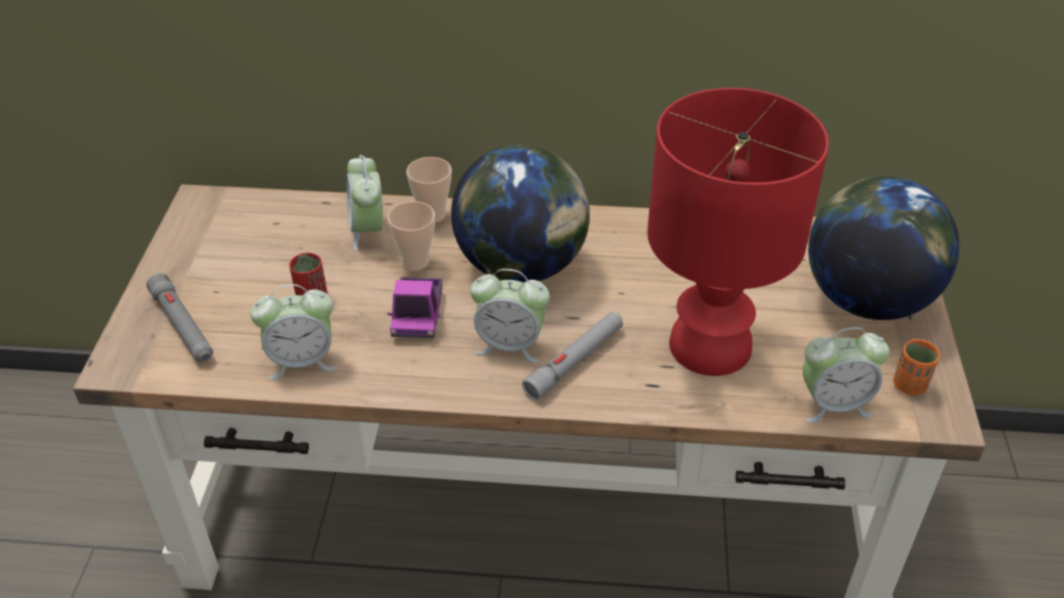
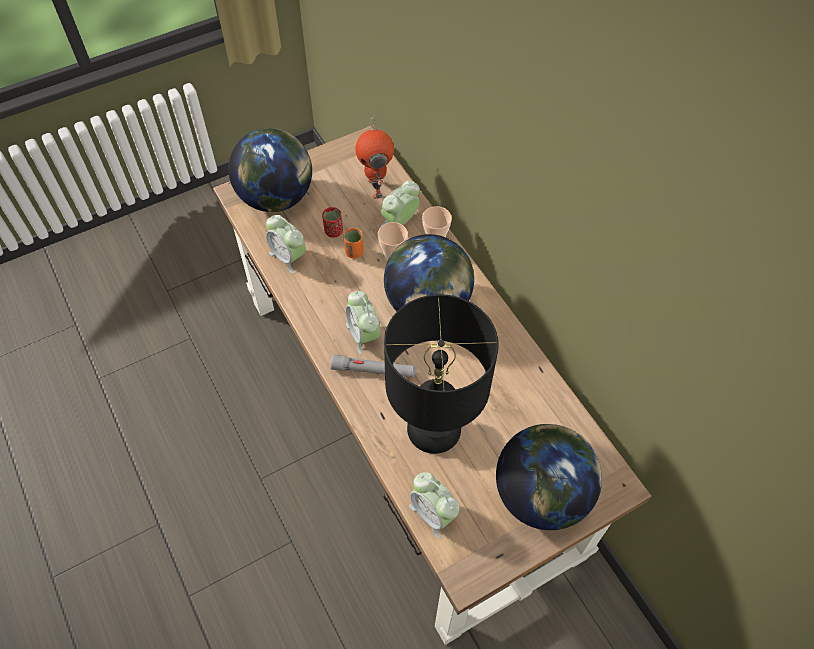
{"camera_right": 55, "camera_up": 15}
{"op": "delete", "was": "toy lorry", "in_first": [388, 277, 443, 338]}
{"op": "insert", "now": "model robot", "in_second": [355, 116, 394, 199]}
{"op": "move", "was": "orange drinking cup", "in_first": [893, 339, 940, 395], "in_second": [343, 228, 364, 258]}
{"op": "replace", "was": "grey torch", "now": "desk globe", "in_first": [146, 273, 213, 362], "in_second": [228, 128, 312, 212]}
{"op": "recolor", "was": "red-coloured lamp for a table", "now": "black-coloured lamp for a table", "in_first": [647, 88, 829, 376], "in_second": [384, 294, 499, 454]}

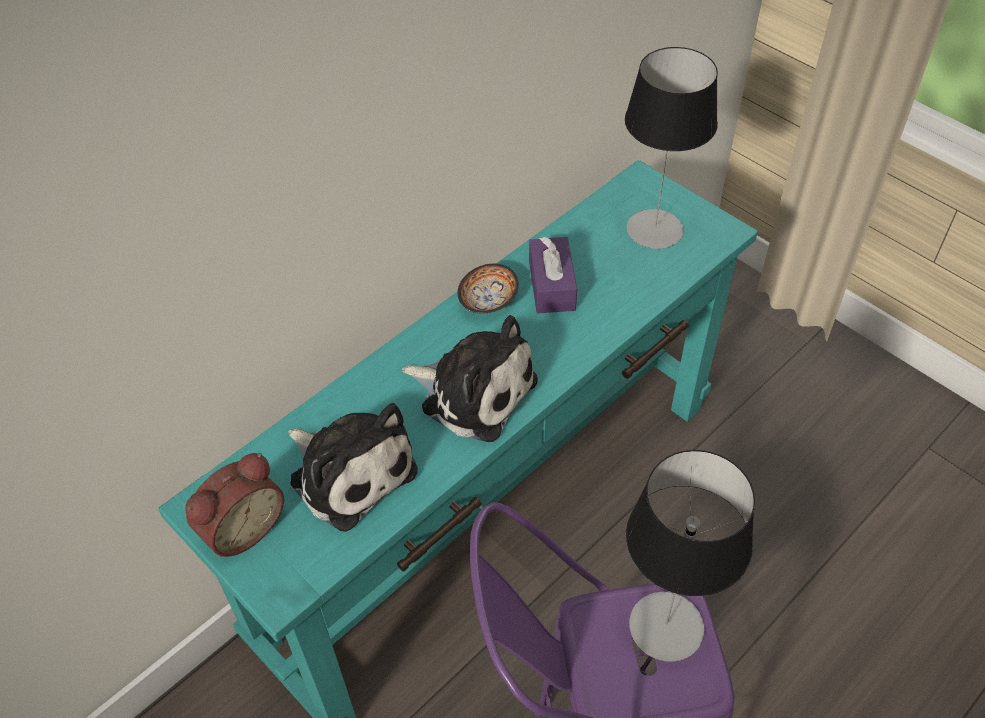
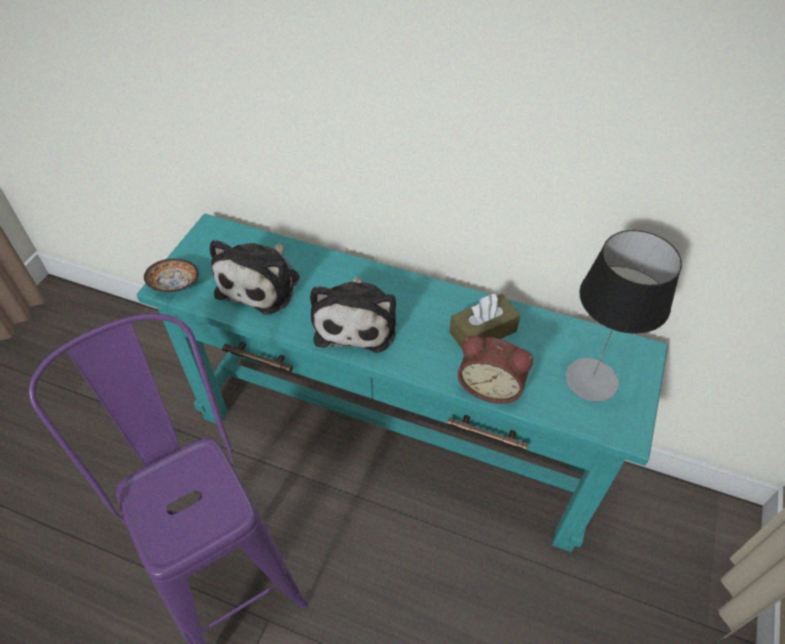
{"camera_right": 65, "camera_up": 0}
{"op": "delete", "was": "lamp for a table", "in_first": [626, 450, 755, 662]}
{"op": "move", "was": "table clock", "in_first": [185, 453, 284, 557], "in_second": [458, 336, 533, 404]}
{"op": "move", "was": "bowl", "in_first": [458, 264, 519, 314], "in_second": [144, 259, 199, 292]}
{"op": "recolor", "was": "purplish tissue box", "now": "brown tissue box", "in_first": [529, 237, 577, 313], "in_second": [449, 294, 521, 348]}

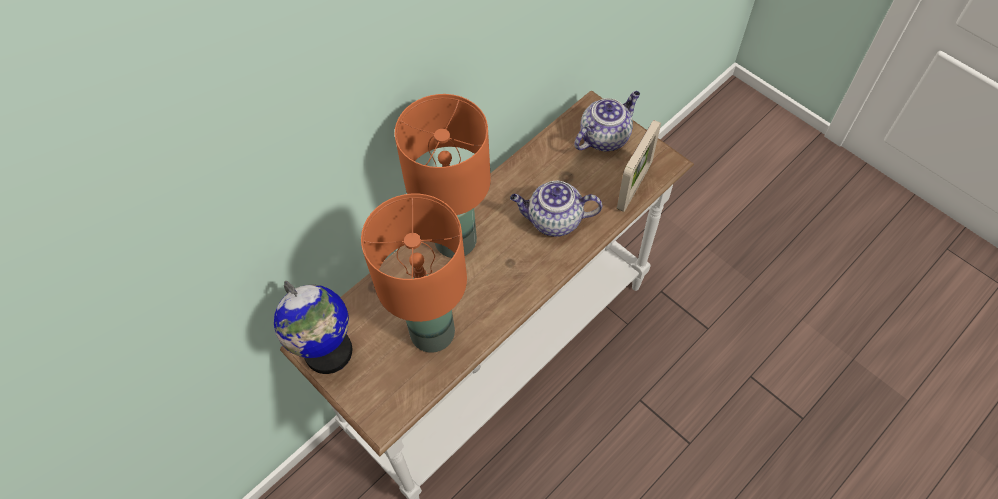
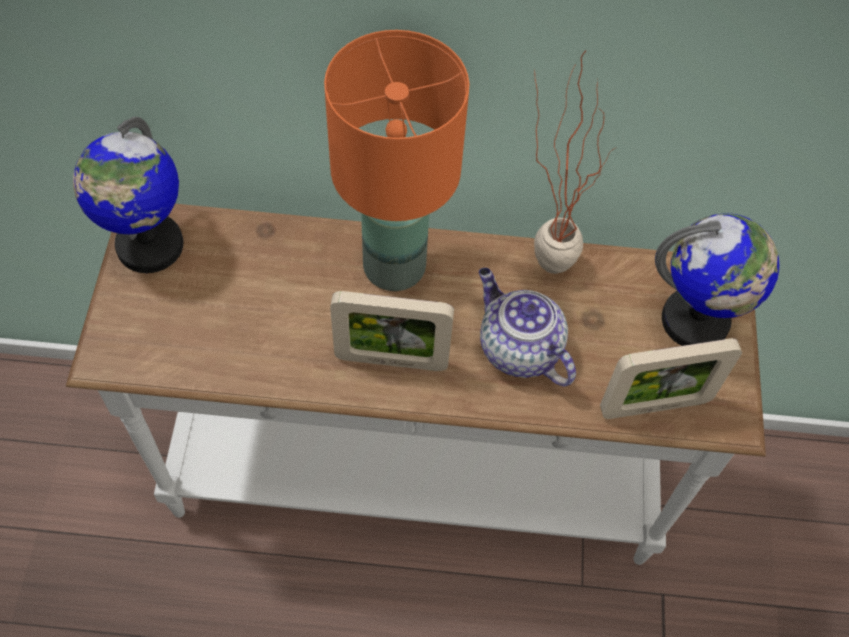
{"camera_right": 45, "camera_up": 0}
{"op": "delete", "was": "orange lamp for a table", "in_first": [361, 194, 467, 353]}
{"op": "insert", "now": "standing frame", "in_second": [330, 291, 454, 371]}
{"op": "insert", "now": "houseplant", "in_second": [534, 50, 615, 274]}
{"op": "replace", "was": "tea pot", "now": "desk globe", "in_first": [574, 91, 640, 151], "in_second": [655, 213, 779, 346]}

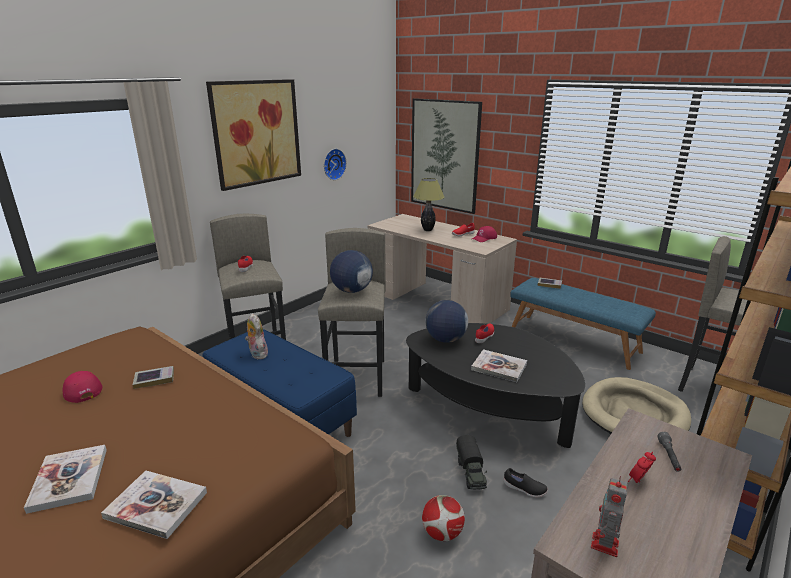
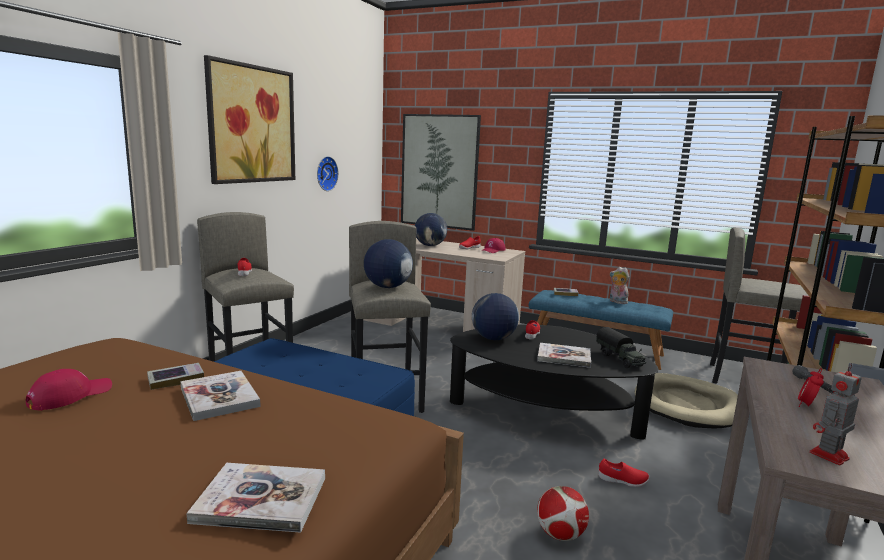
{"camera_right": -15, "camera_up": -10}
{"op": "move", "was": "volume", "in_first": [24, 445, 107, 514], "in_second": [180, 371, 261, 421]}
{"op": "move", "was": "cuddly toy", "in_first": [245, 313, 268, 359], "in_second": [609, 267, 629, 304]}
{"op": "move", "was": "toy lorry", "in_first": [456, 435, 487, 490], "in_second": [596, 327, 646, 368]}
{"op": "replace", "was": "lamp for a table", "now": "desk globe", "in_first": [413, 178, 445, 231], "in_second": [415, 213, 447, 246]}
{"op": "recolor", "was": "black-coloured shoe", "now": "red-coloured shoe", "in_first": [504, 468, 548, 497], "in_second": [598, 458, 649, 487]}
{"op": "rotate", "was": "red-coloured cap", "in_first": [63, 371, 102, 403], "in_second": [26, 369, 112, 411], "clockwise": 90}
{"op": "rotate", "was": "model robot", "in_first": [591, 476, 628, 557], "in_second": [809, 363, 862, 465], "clockwise": 45}

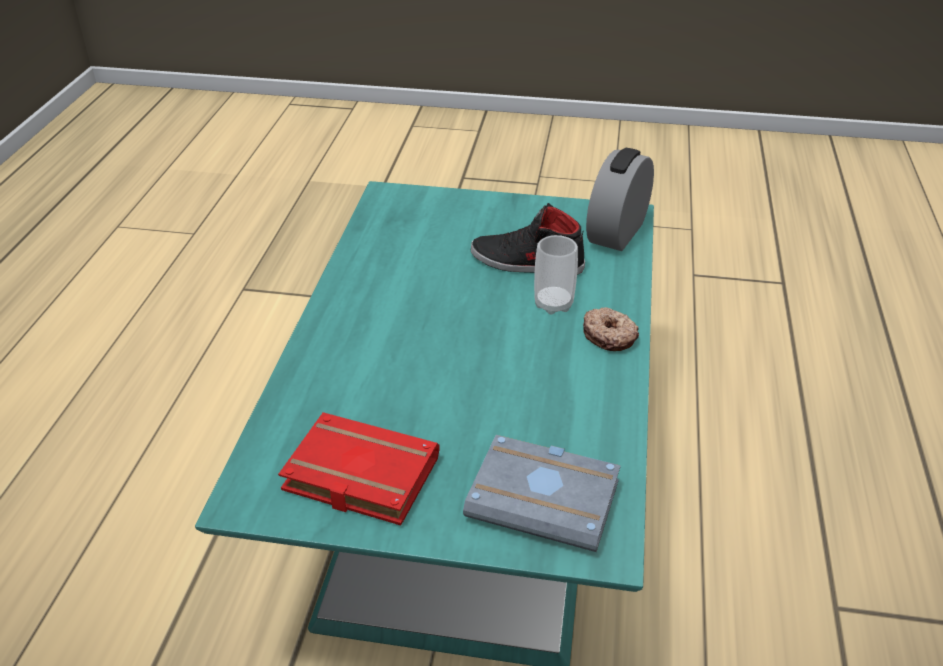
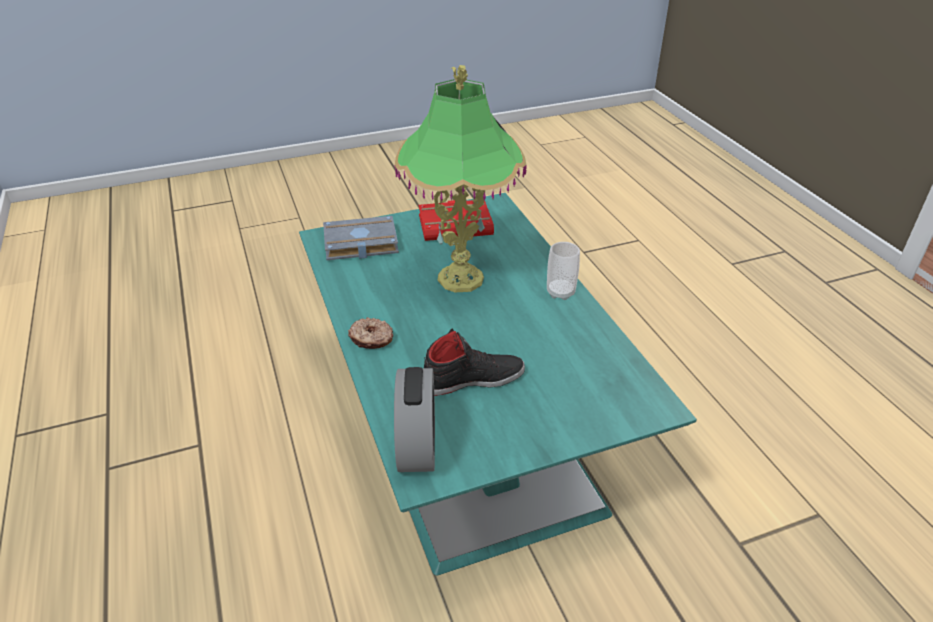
{"camera_right": 150, "camera_up": 0}
{"op": "insert", "now": "lamp for a table", "in_second": [394, 65, 527, 292]}
{"op": "move", "was": "drinking cup", "in_first": [534, 235, 578, 314], "in_second": [547, 242, 580, 300]}

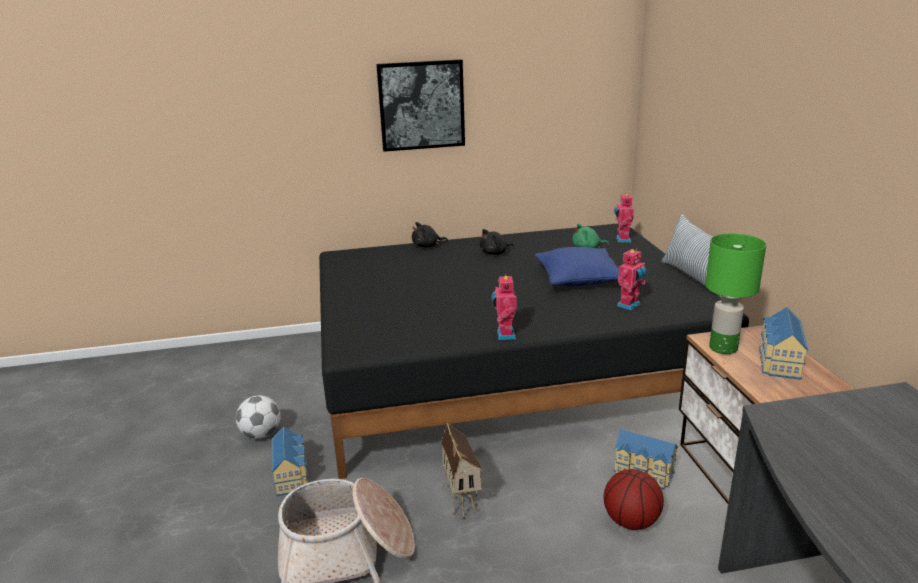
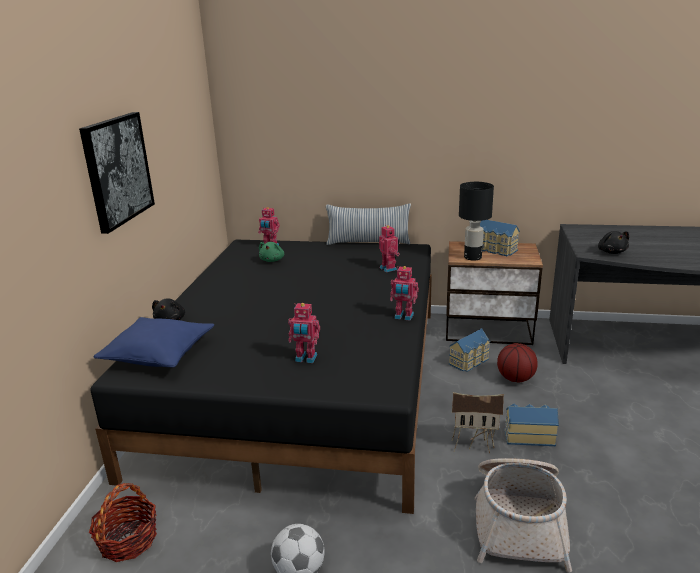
{"camera_right": -70, "camera_up": 0}
{"op": "insert", "now": "household basket", "in_second": [89, 483, 157, 562]}
{"op": "insert", "now": "model robot", "in_second": [288, 303, 320, 363]}
{"op": "move", "was": "toy house", "in_first": [272, 427, 308, 497], "in_second": [504, 403, 559, 446]}
{"op": "move", "was": "black-coloured cuddly toy", "in_first": [480, 229, 514, 255], "in_second": [598, 231, 629, 254]}
{"op": "move", "was": "blue-coloured pillow", "in_first": [535, 247, 619, 286], "in_second": [94, 317, 214, 367]}
{"op": "recolor", "was": "green lamp for a table", "now": "black-coloured lamp for a table", "in_first": [705, 233, 766, 354], "in_second": [459, 182, 494, 261]}

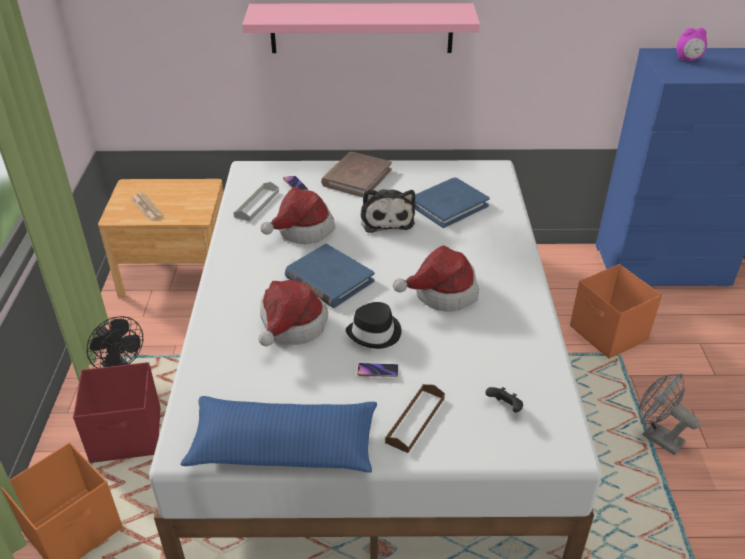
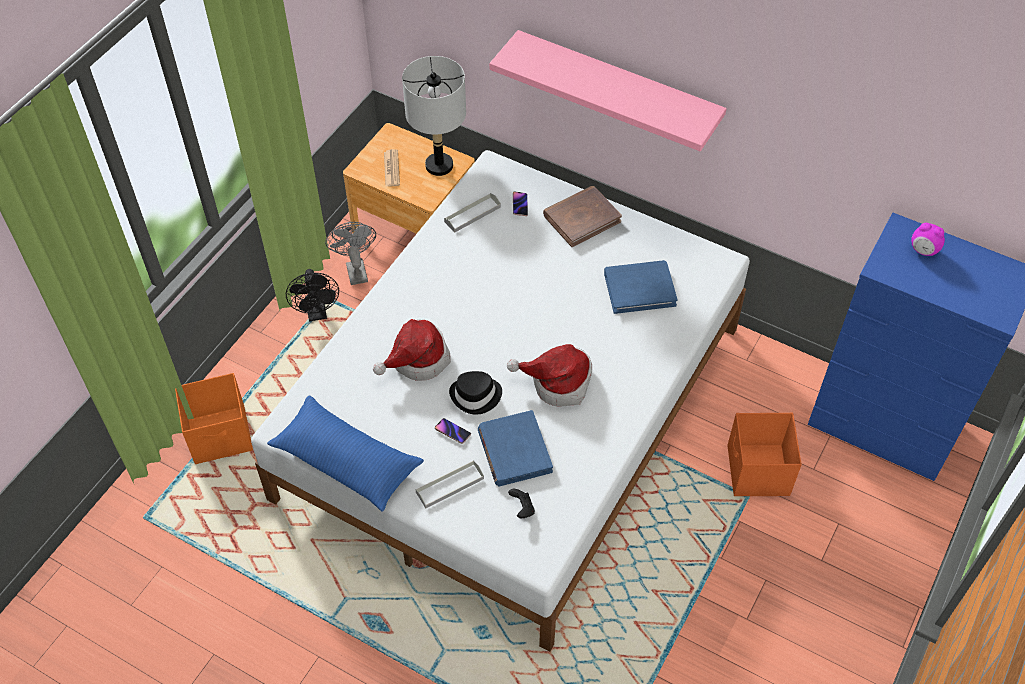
{"camera_right": 30, "camera_up": 15}
{"op": "delete", "was": "red-coloured storage container", "in_first": [73, 362, 161, 463]}
{"op": "delete", "was": "clothing hat", "in_first": [260, 187, 335, 244]}
{"op": "delete", "was": "cuddly toy", "in_first": [361, 189, 415, 233]}
{"op": "insert", "now": "grey lamp for a table", "in_second": [402, 56, 466, 176]}
{"op": "move", "was": "blue-coloured volume", "in_first": [285, 244, 375, 308], "in_second": [478, 410, 553, 486]}
{"op": "move", "was": "grey fan", "in_first": [638, 374, 700, 455], "in_second": [325, 222, 376, 285]}
{"op": "recolor", "was": "brown carrying tray", "now": "grey carrying tray", "in_first": [385, 384, 445, 453], "in_second": [415, 460, 484, 508]}

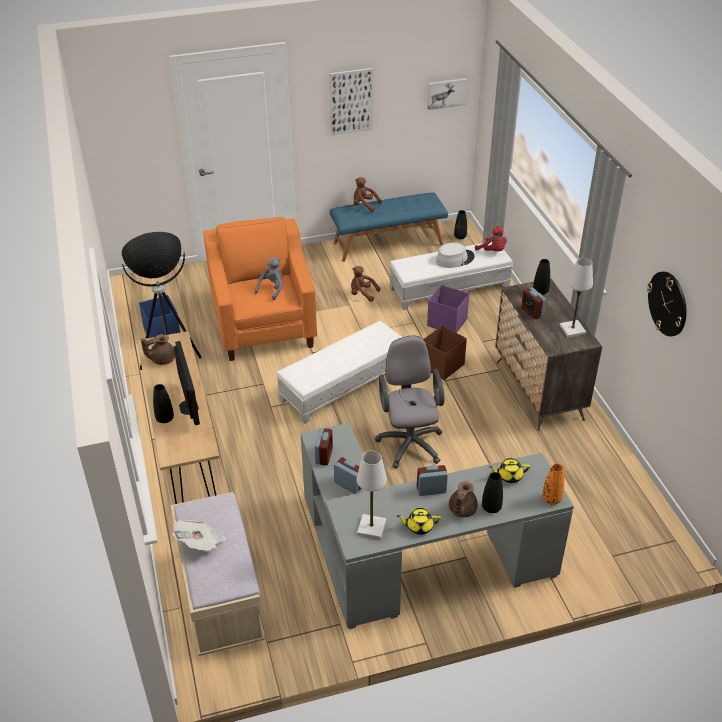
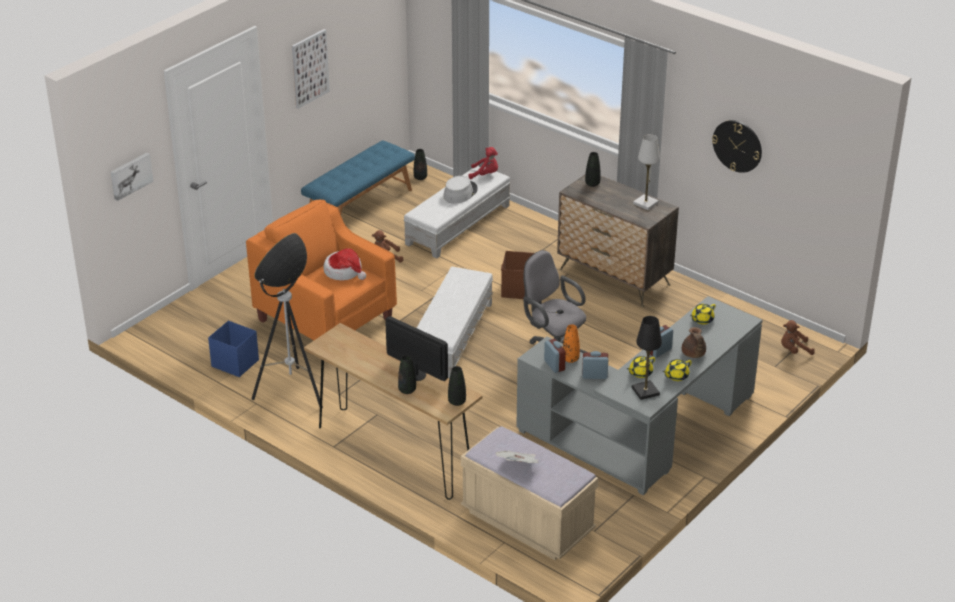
{"camera_right": -35, "camera_up": -5}
{"op": "delete", "was": "brown tea pot", "in_first": [141, 334, 175, 365]}
{"op": "delete", "was": "purplish storage container", "in_first": [427, 285, 469, 333]}
{"op": "delete", "was": "table clock", "in_first": [521, 287, 546, 319]}
{"op": "insert", "now": "yellowish tea pot", "in_second": [627, 356, 655, 378]}
{"op": "move", "was": "brown cuddly toy", "in_first": [354, 177, 382, 212], "in_second": [781, 320, 815, 355]}
{"op": "move", "was": "picture", "in_first": [427, 78, 468, 110], "in_second": [111, 153, 153, 201]}
{"op": "move", "was": "black-coloured decorative vase", "in_first": [482, 472, 503, 513], "in_second": [448, 366, 466, 406]}
{"op": "move", "was": "orange decorative vase", "in_first": [542, 464, 564, 505], "in_second": [563, 324, 580, 363]}
{"op": "replace", "was": "grey cuddly toy", "now": "clothing hat", "in_first": [255, 257, 283, 300], "in_second": [323, 248, 366, 280]}
{"op": "recolor", "was": "whitish lamp for a table", "now": "black-coloured lamp for a table", "in_first": [357, 451, 387, 539], "in_second": [632, 316, 662, 400]}

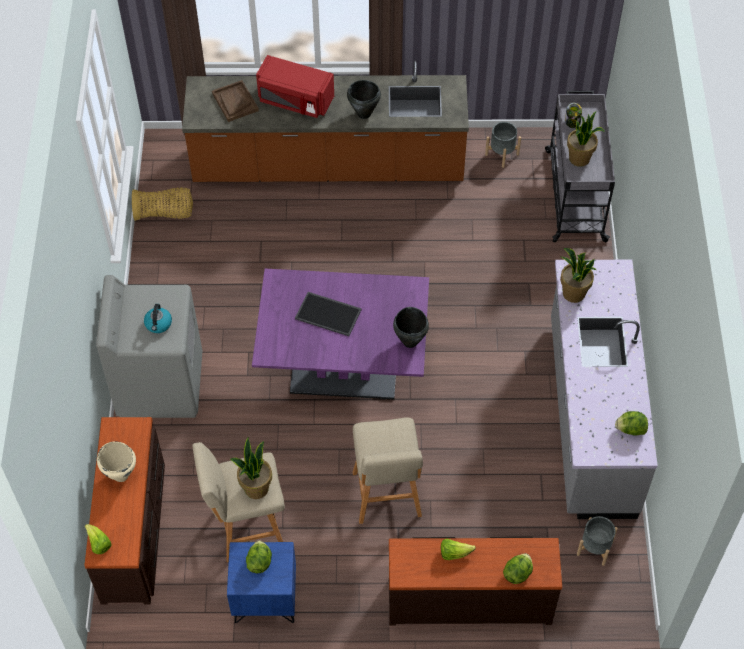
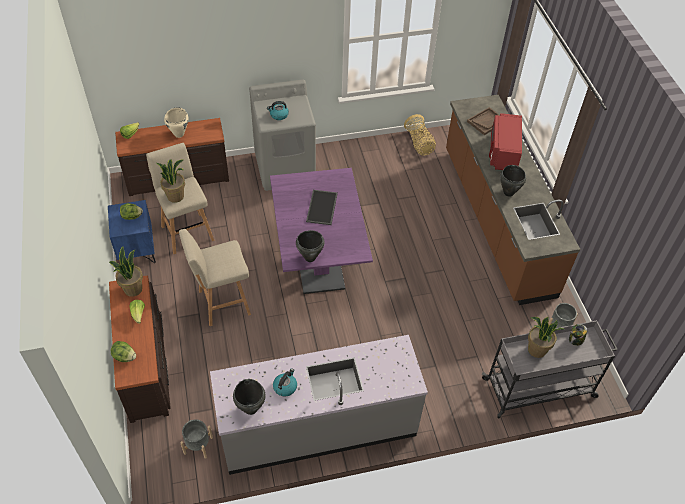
{"camera_right": 75, "camera_up": -5}
{"op": "insert", "now": "tea kettle", "in_second": [273, 369, 297, 397]}
{"op": "move", "was": "houseplant", "in_first": [560, 248, 596, 303], "in_second": [109, 246, 143, 297]}
{"op": "replace", "was": "lettuce head", "now": "black-coloured stockpot", "in_first": [615, 411, 648, 436], "in_second": [233, 379, 265, 415]}

